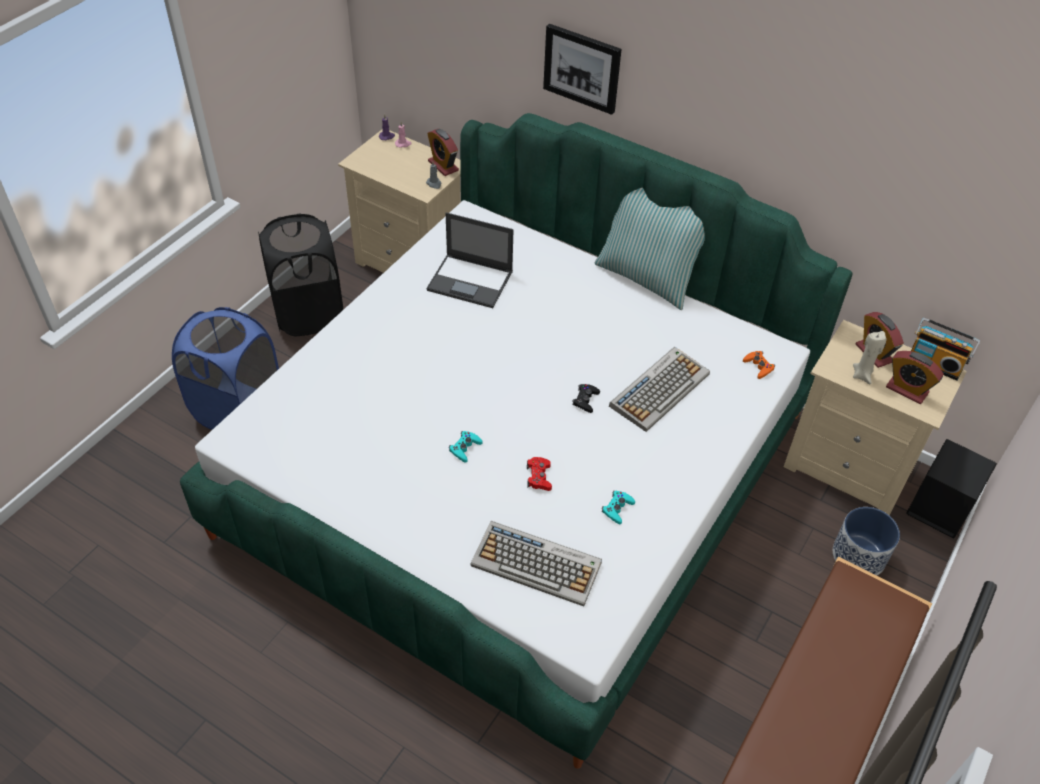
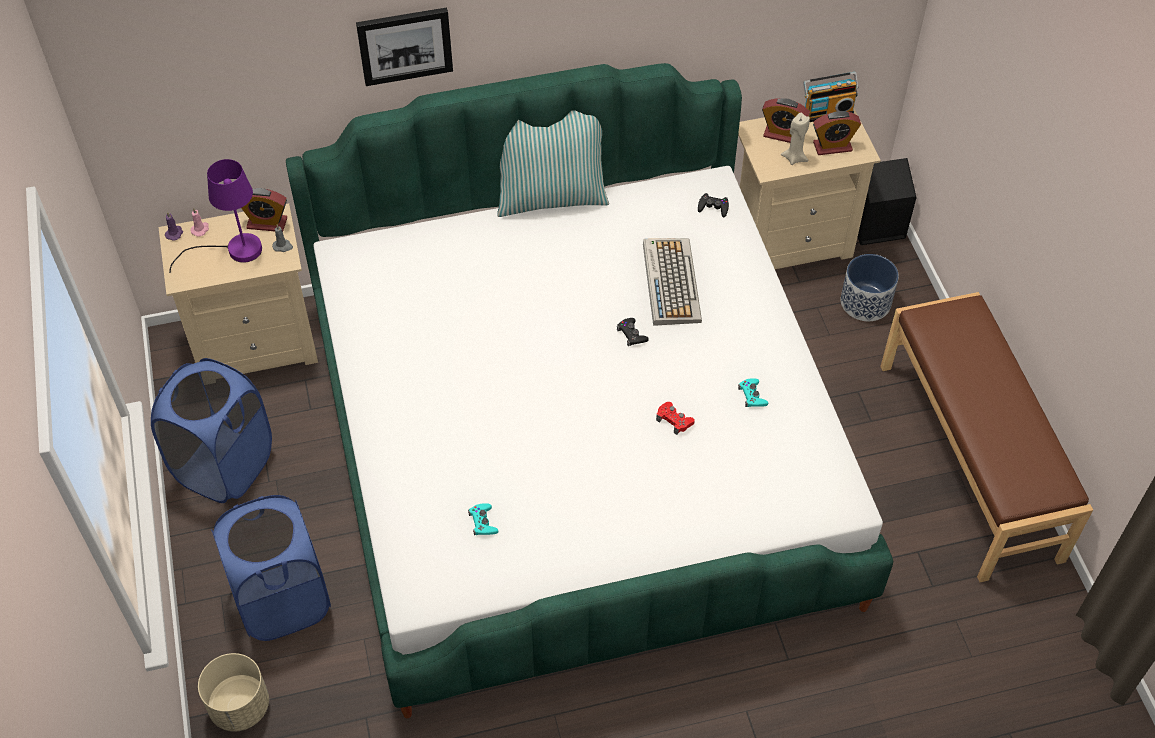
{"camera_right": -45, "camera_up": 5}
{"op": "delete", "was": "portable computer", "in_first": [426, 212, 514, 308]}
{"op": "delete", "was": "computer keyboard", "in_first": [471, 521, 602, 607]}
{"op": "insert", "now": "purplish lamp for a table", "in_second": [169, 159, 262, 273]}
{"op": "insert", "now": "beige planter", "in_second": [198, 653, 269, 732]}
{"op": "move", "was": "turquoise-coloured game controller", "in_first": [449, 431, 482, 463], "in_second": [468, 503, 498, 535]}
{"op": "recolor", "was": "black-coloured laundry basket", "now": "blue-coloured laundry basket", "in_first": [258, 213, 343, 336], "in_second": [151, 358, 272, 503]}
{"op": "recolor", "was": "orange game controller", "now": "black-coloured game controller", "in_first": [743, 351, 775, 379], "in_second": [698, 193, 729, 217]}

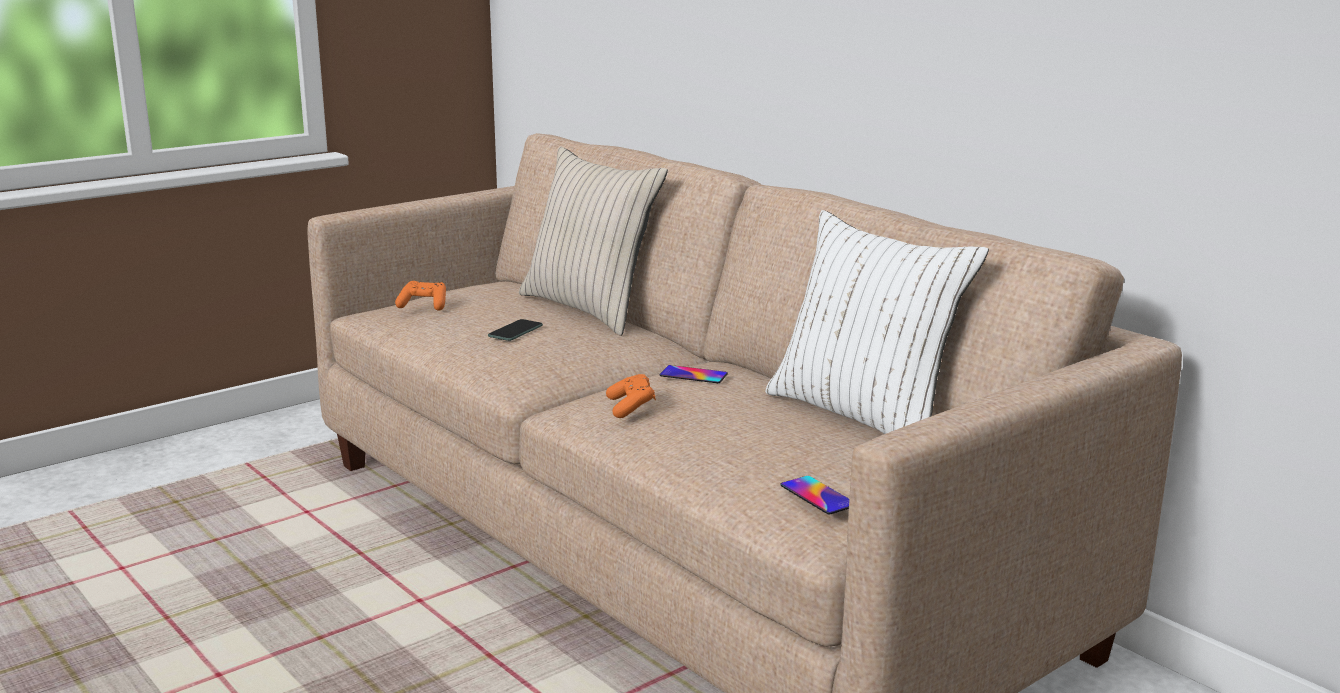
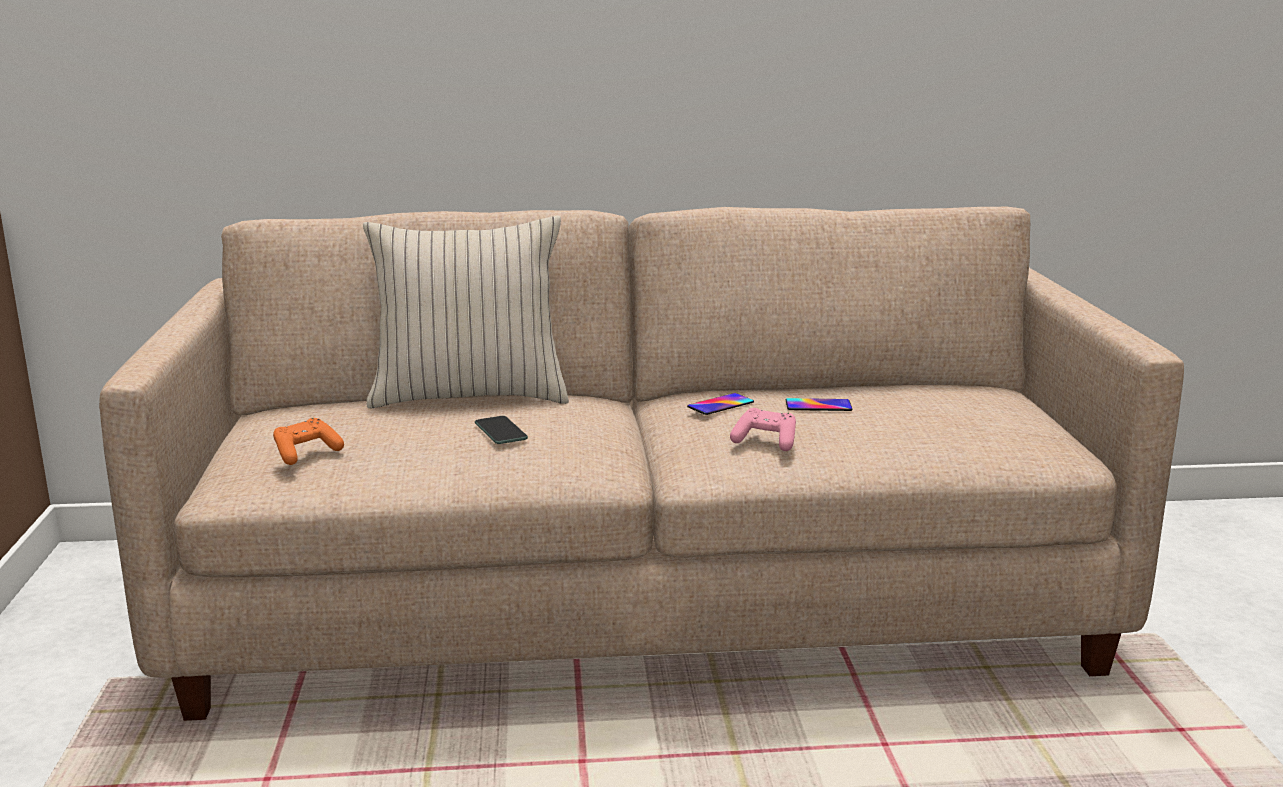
{"camera_right": -55, "camera_up": 0}
{"op": "delete", "was": "whitish pillow", "in_first": [765, 210, 989, 434]}
{"op": "move", "was": "handset", "in_first": [780, 476, 849, 514], "in_second": [786, 398, 852, 411]}
{"op": "recolor", "was": "orange game controller", "now": "pink game controller", "in_first": [606, 374, 656, 418], "in_second": [730, 408, 796, 451]}

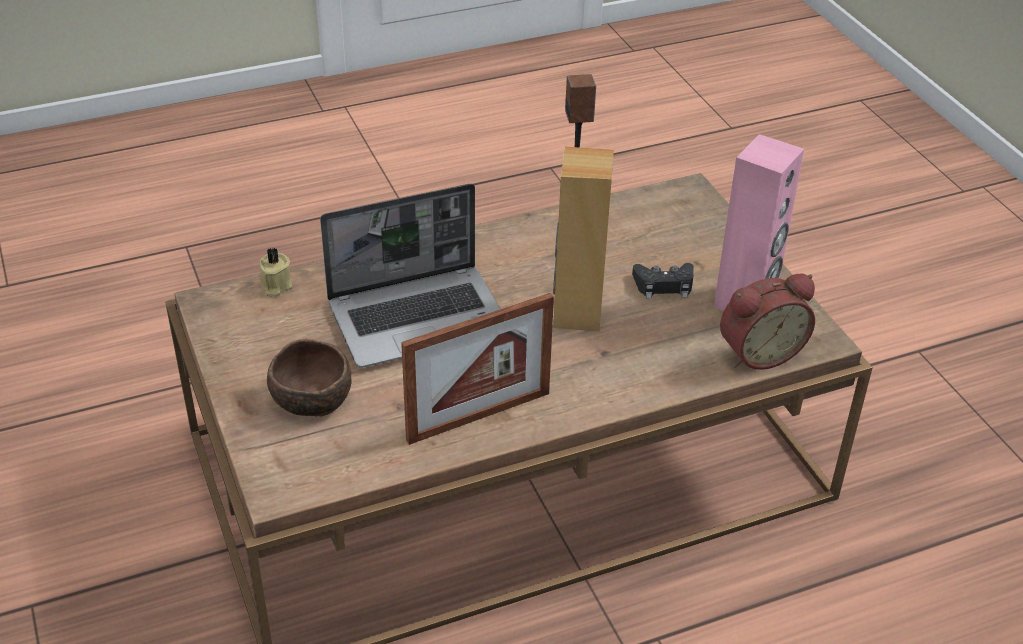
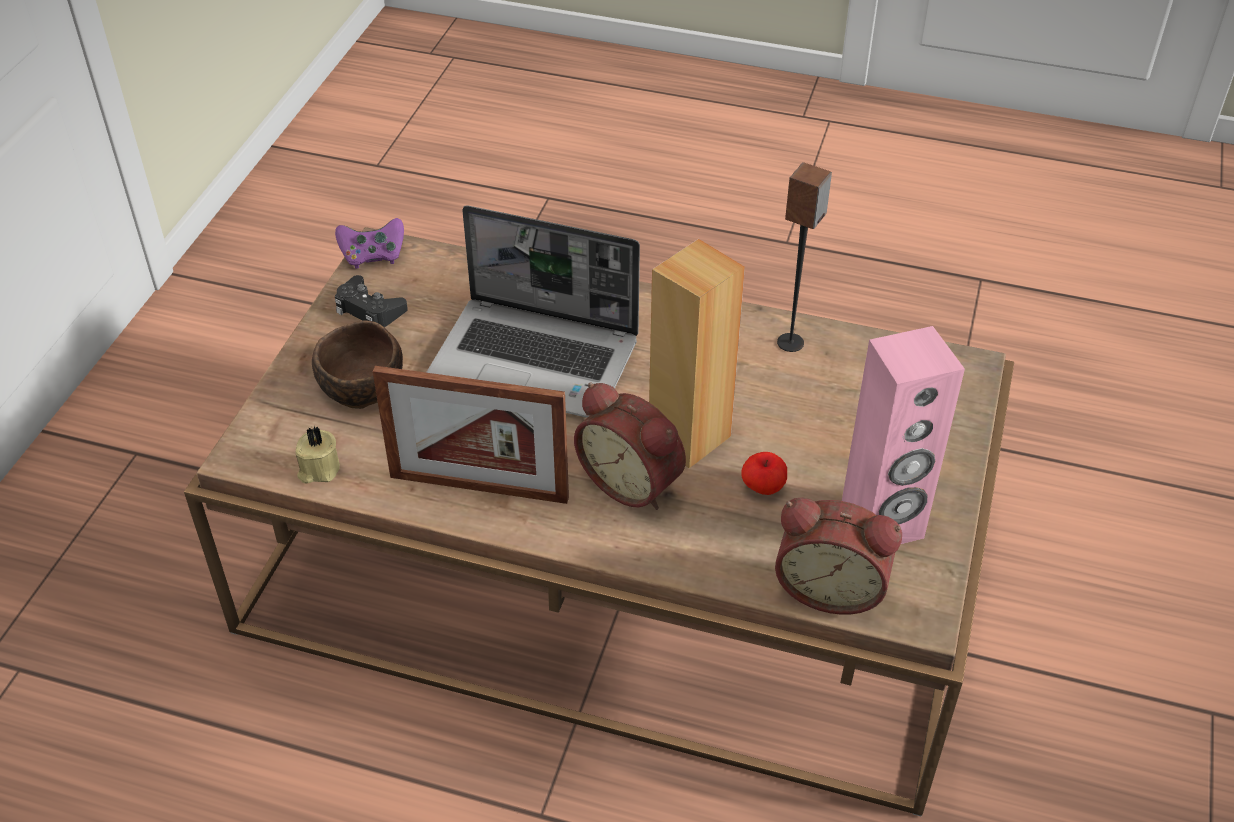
{"camera_right": 40, "camera_up": 5}
{"op": "insert", "now": "purplish game controller", "in_second": [335, 218, 404, 269]}
{"op": "insert", "now": "table clock", "in_second": [574, 382, 686, 510]}
{"op": "insert", "now": "apple", "in_second": [741, 452, 787, 495]}
{"op": "move", "was": "beige wax light", "in_first": [259, 248, 292, 297], "in_second": [296, 426, 340, 484]}
{"op": "move", "was": "black-coloured game controller", "in_first": [632, 263, 694, 298], "in_second": [335, 275, 408, 327]}

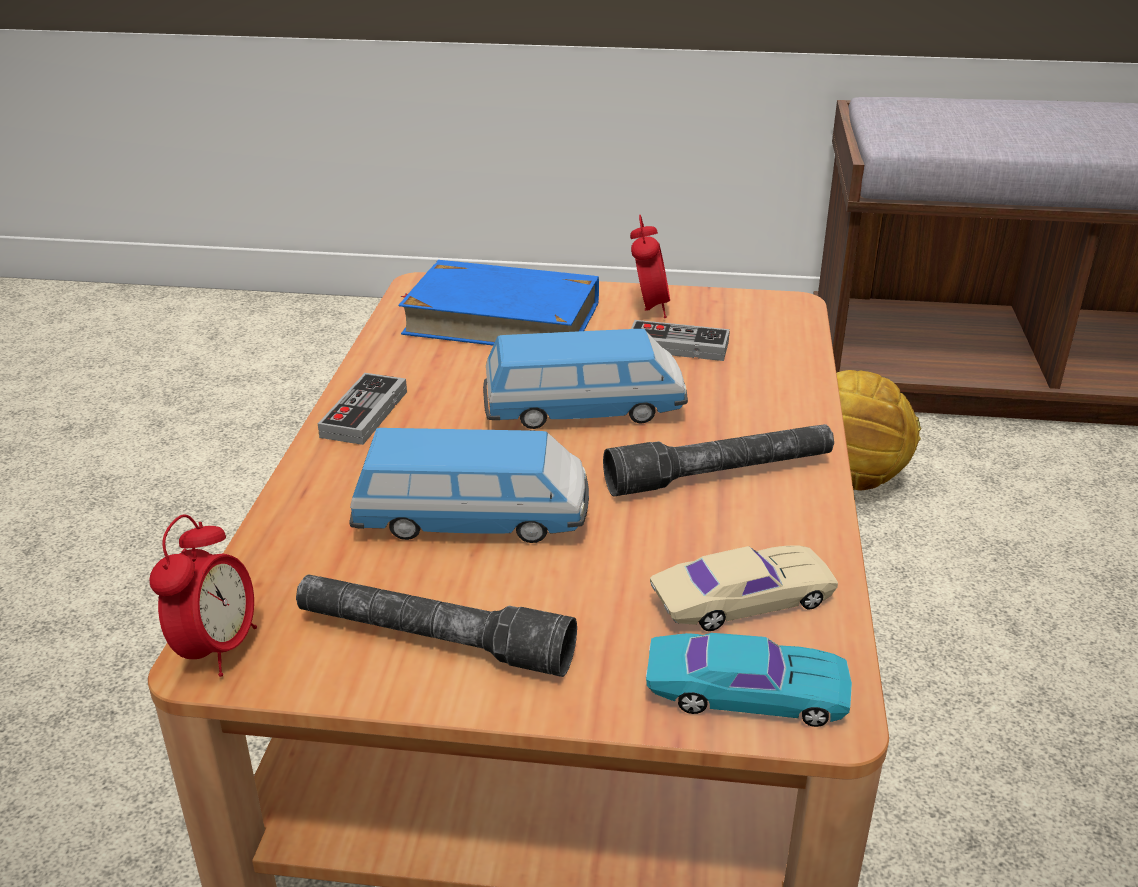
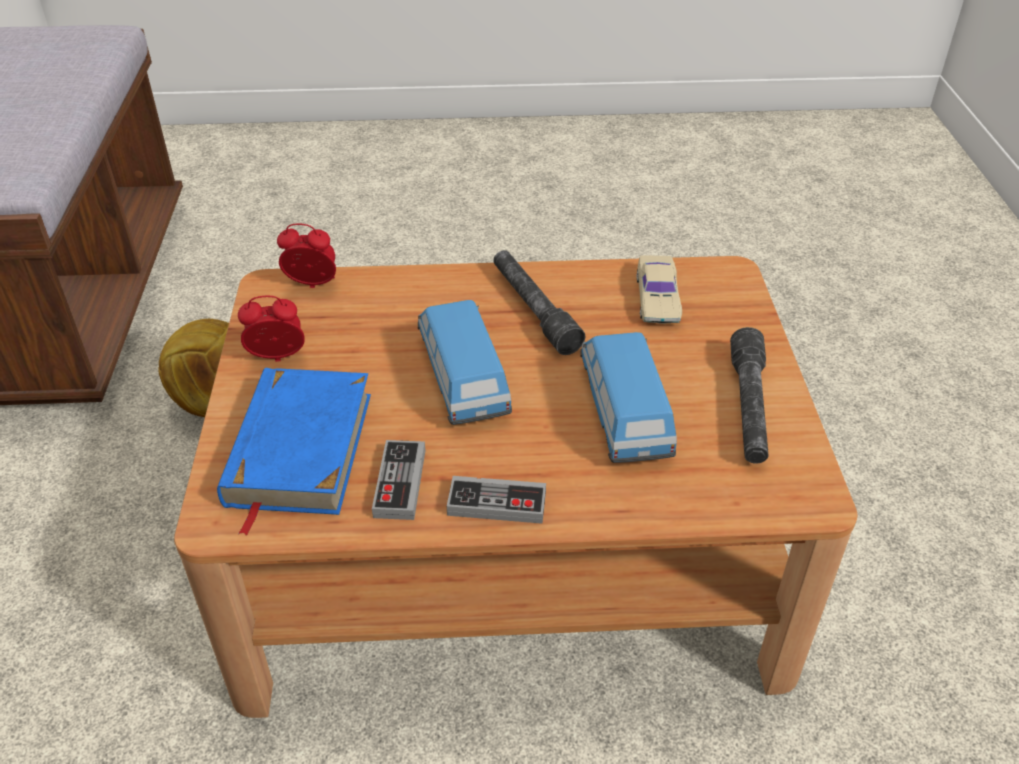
{"camera_right": -100, "camera_up": 10}
{"op": "delete", "was": "turquoise-coloured model car", "in_first": [646, 633, 852, 727]}
{"op": "move", "was": "table clock", "in_first": [150, 514, 257, 677], "in_second": [277, 223, 336, 288]}
{"op": "move", "was": "game controller", "in_first": [631, 320, 730, 361], "in_second": [372, 440, 426, 520]}
{"op": "rotate", "was": "beige model car", "in_first": [650, 545, 838, 631], "in_second": [636, 255, 682, 324], "clockwise": -150}

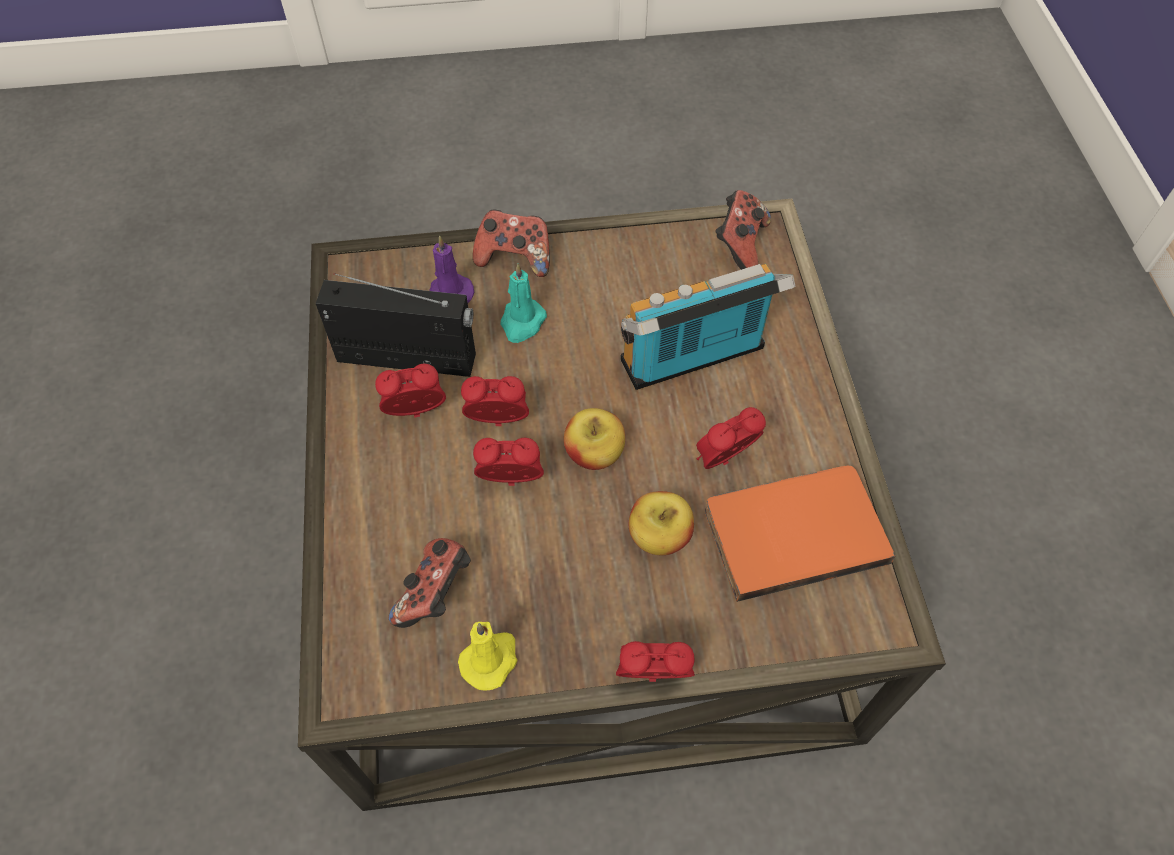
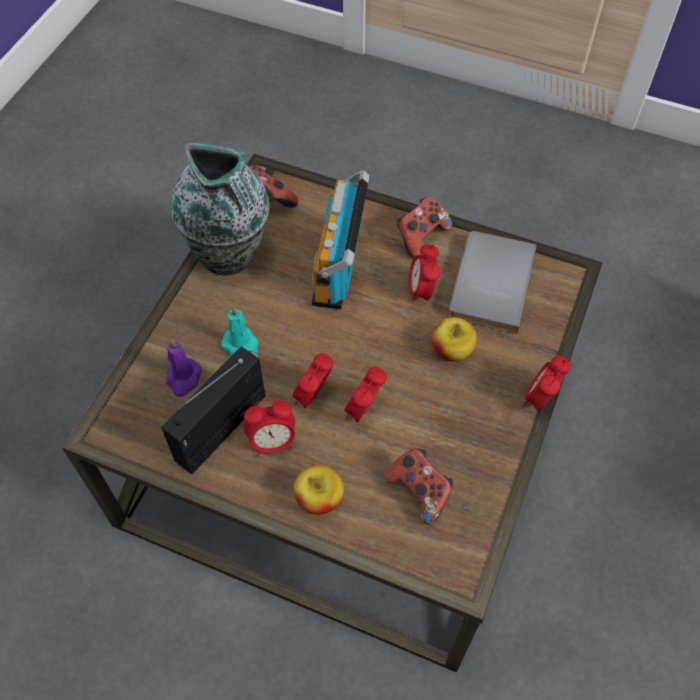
{"camera_right": -60, "camera_up": 0}
{"op": "delete", "was": "yellowish wax light", "in_first": [458, 622, 518, 691]}
{"op": "insert", "now": "decorative vase", "in_second": [171, 143, 269, 275]}
{"op": "move", "was": "game controller", "in_first": [473, 210, 550, 277], "in_second": [397, 197, 452, 258]}
{"op": "move", "was": "apple", "in_first": [564, 408, 625, 470], "in_second": [294, 465, 344, 515]}
{"op": "recolor", "was": "orange volume", "now": "grey volume", "in_first": [705, 466, 895, 602], "in_second": [448, 231, 537, 334]}
{"op": "rotate", "was": "table clock", "in_first": [375, 364, 446, 418], "in_second": [244, 399, 295, 456], "clockwise": -120}

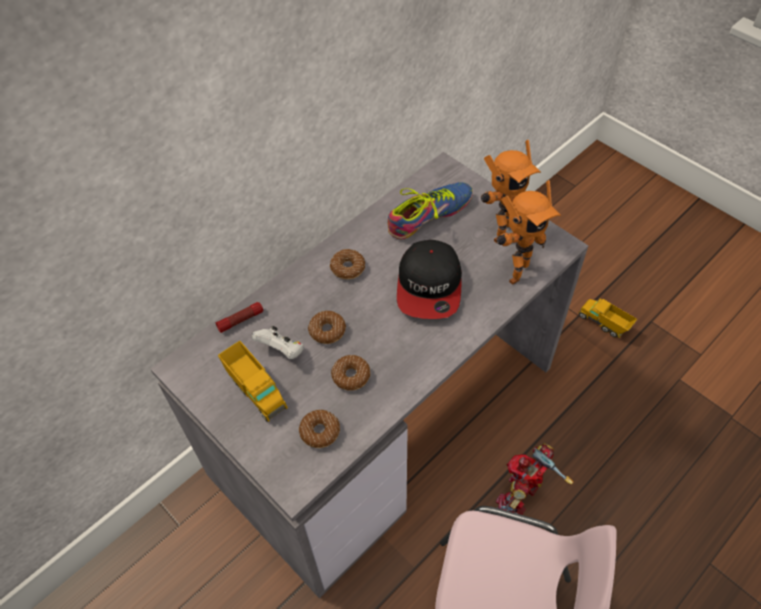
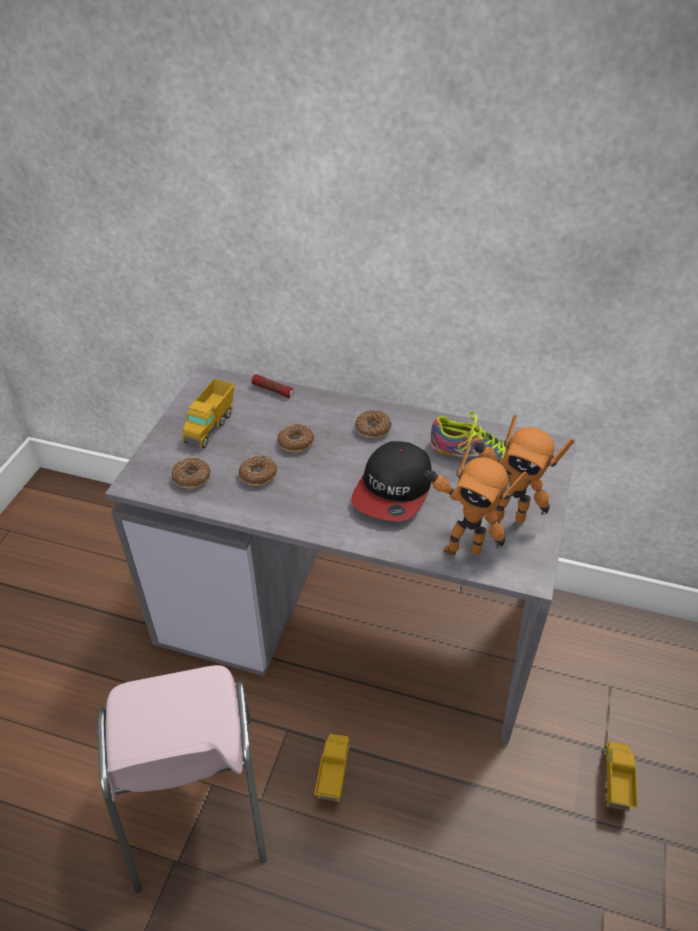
{"camera_right": 60, "camera_up": -10}
{"op": "delete", "was": "whitish game controller", "in_first": [252, 326, 304, 359]}
{"op": "replace", "was": "model robot", "now": "toy lorry", "in_first": [496, 443, 574, 515], "in_second": [314, 734, 350, 802]}
{"op": "rotate", "was": "cap", "in_first": [397, 240, 462, 319], "in_second": [351, 441, 432, 522], "clockwise": -45}

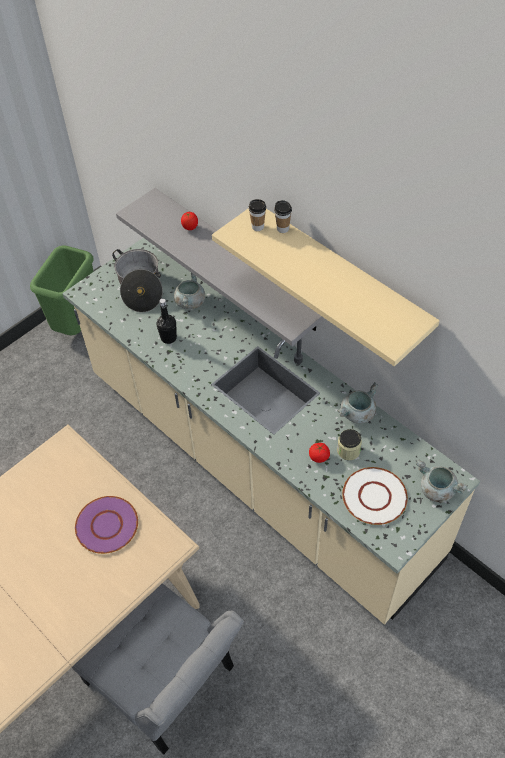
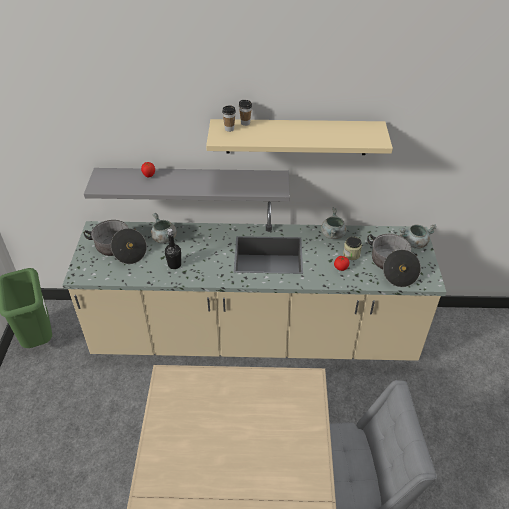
{"camera_right": -45, "camera_up": -10}
{"op": "delete", "was": "purplish dinner plate", "in_first": [75, 496, 138, 554]}
{"op": "replace", "was": "whitish dinner plate", "now": "stockpot", "in_first": [342, 467, 408, 525], "in_second": [367, 234, 421, 287]}

